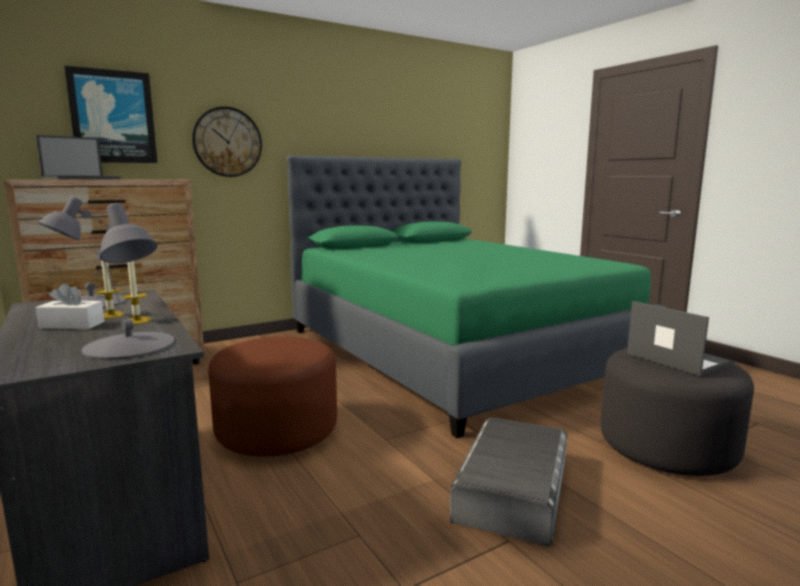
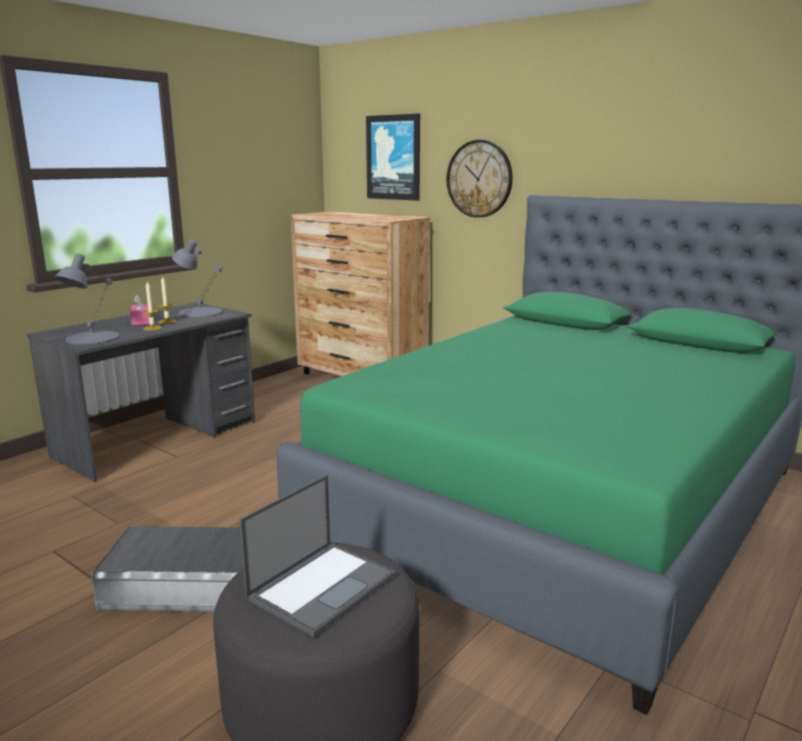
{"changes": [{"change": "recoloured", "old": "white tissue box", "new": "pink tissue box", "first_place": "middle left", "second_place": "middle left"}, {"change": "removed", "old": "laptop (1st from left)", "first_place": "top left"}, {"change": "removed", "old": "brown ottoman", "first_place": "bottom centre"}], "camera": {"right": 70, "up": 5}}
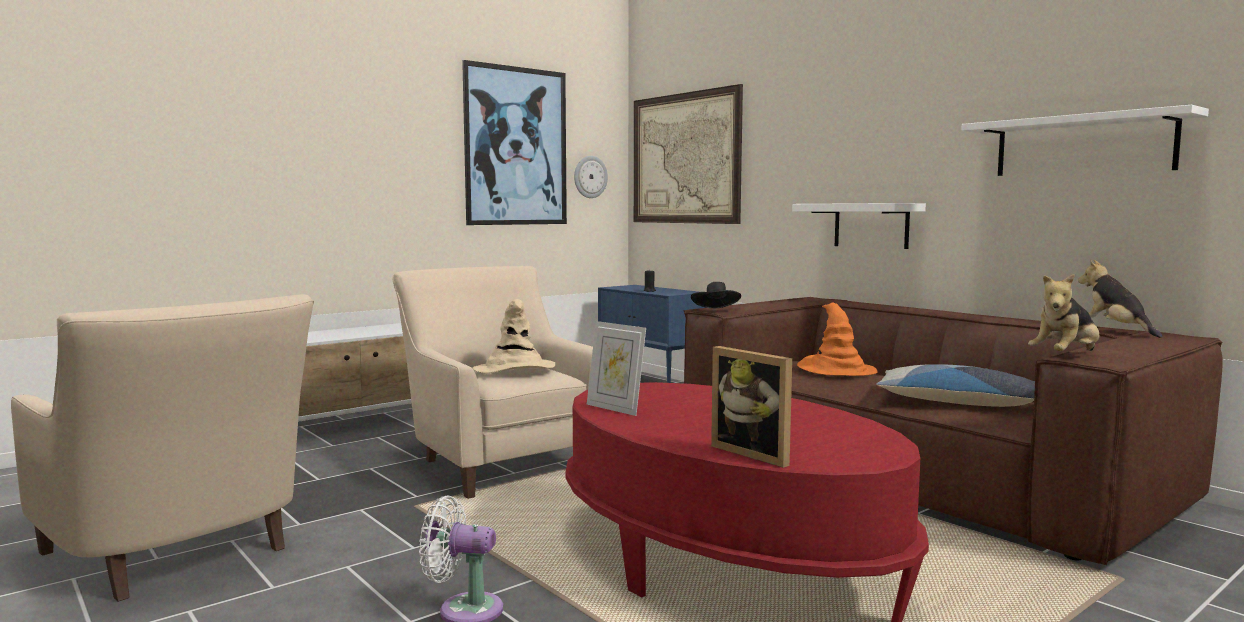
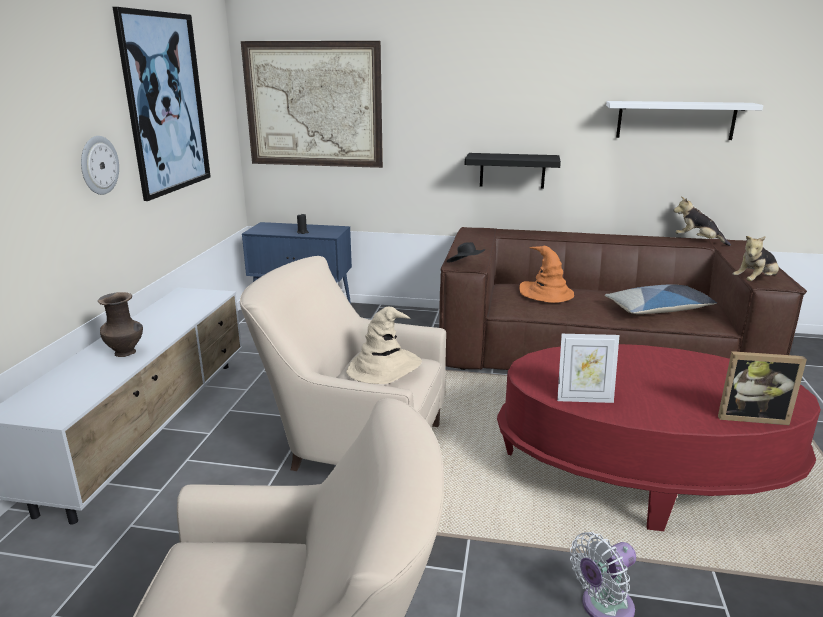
{"changes": [{"change": "moved", "old": "wall clock", "first_place": "top centre", "second_place": "top left"}, {"change": "added", "new": "brown vase", "second_place": "middle left"}, {"change": "recoloured", "old": "white shelf (1st from left)", "new": "black shelf", "first_place": "middle right", "second_place": "top centre"}, {"change": "turned", "old": "plush toy (1st from left in the first image)", "first_place": "middle right", "second_place": "middle right", "degrees": 45}], "camera": {"right": -40, "up": 15}}
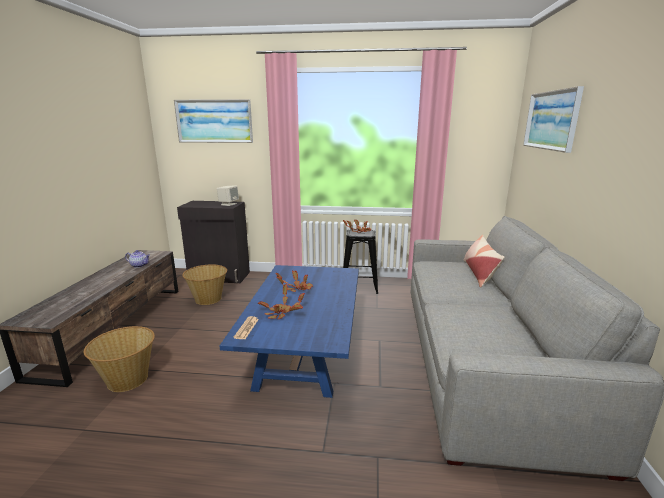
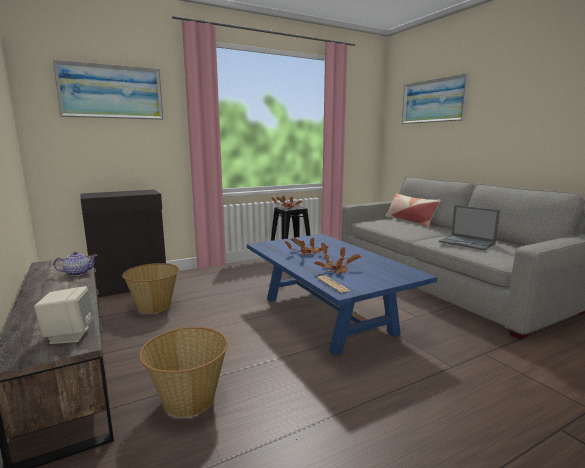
{"changes": [{"change": "moved", "old": "beige speaker", "first_place": "centre", "second_place": "bottom left"}, {"change": "added", "new": "laptop", "second_place": "middle right"}], "camera": {"right": -35, "up": -5}}
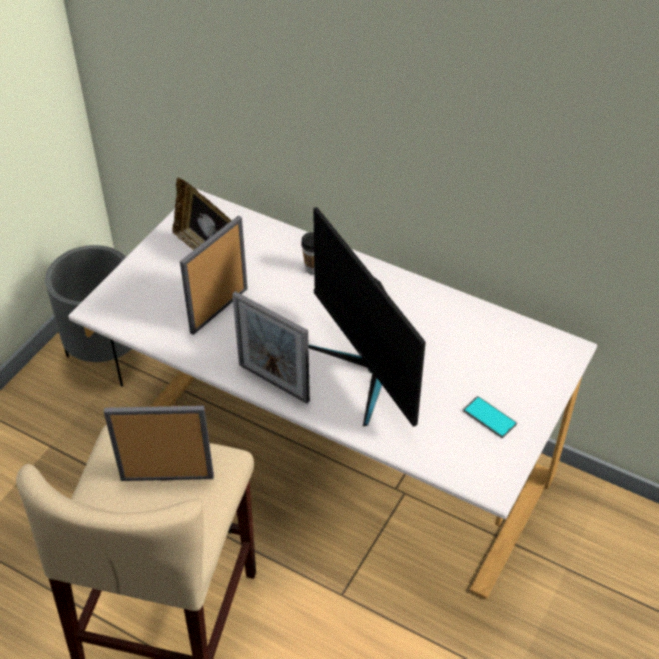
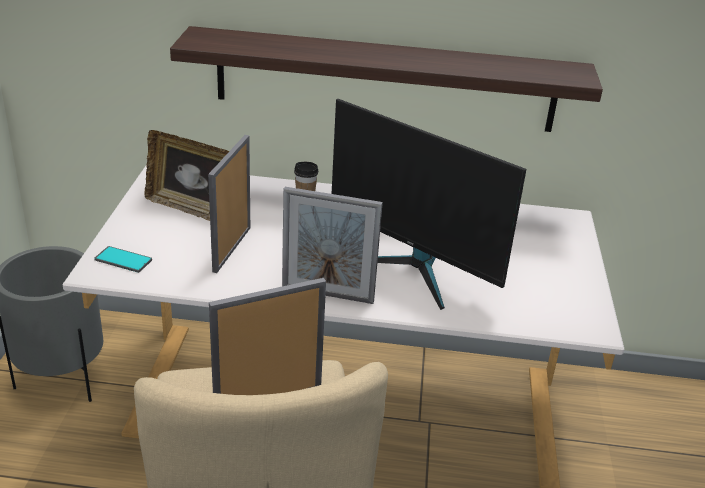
{"changes": [{"change": "moved", "old": "phone", "first_place": "middle right", "second_place": "middle left"}, {"change": "added", "new": "shelf", "second_place": "top centre"}], "camera": {"right": -25, "up": -15}}
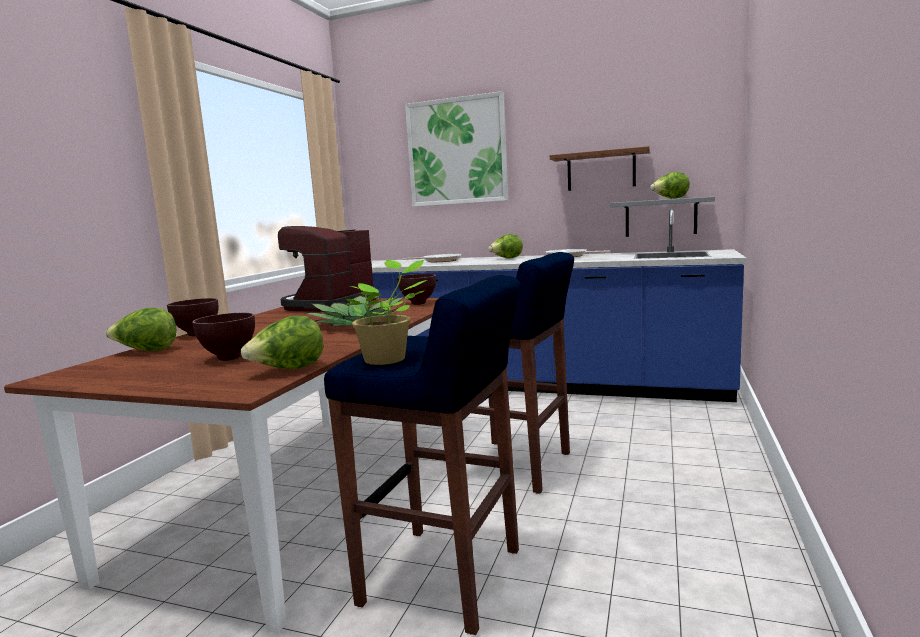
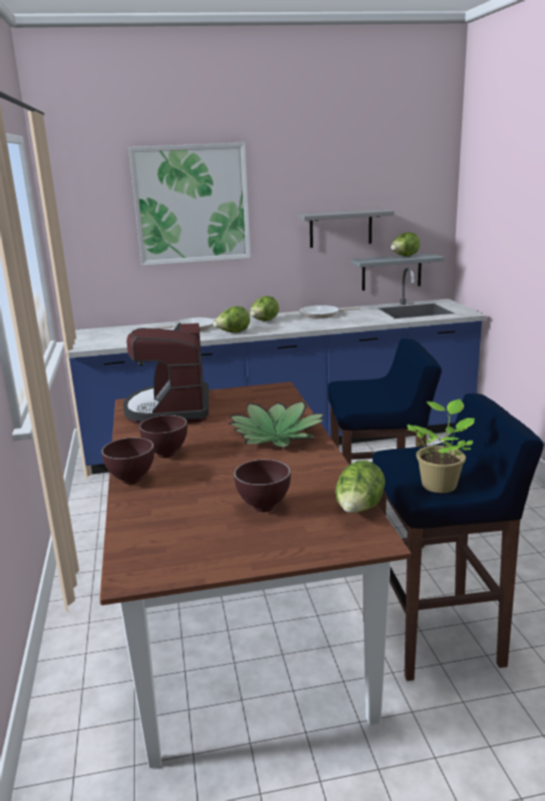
{"changes": [{"change": "moved", "old": "brown bowl (3rd from left in the first image)", "new": "brown bowl (2nd from left)", "first_place": "centre", "second_place": "middle left"}, {"change": "moved", "old": "lettuce (1st from left)", "first_place": "middle left", "second_place": "centre"}, {"change": "recoloured", "old": "brown shelf", "new": "grey shelf (1st from left)", "first_place": "top centre", "second_place": "top centre"}], "camera": {"right": -30, "up": 10}}
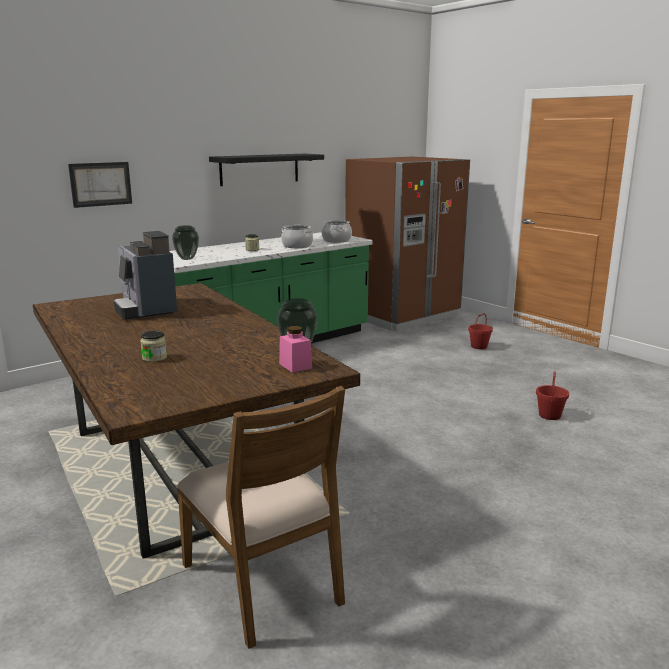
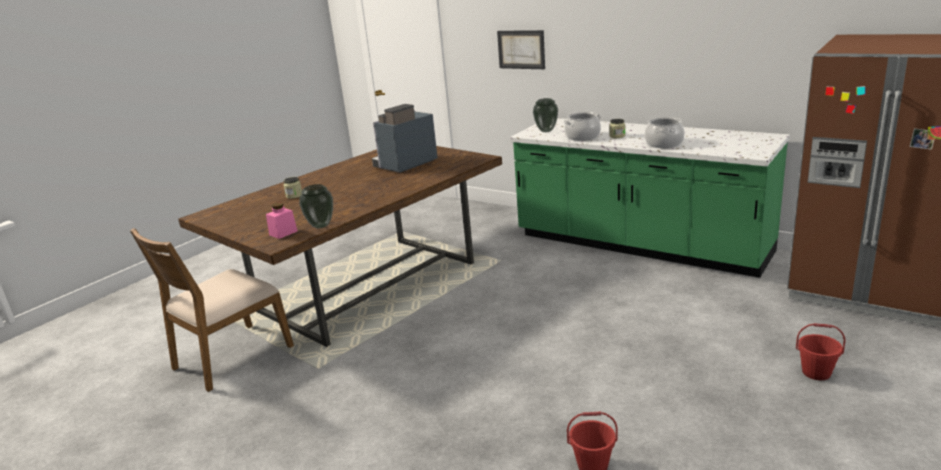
{"changes": [{"change": "moved", "old": "cooking pot (2nd from left in the first image)", "new": "cooking pot (1st from left)", "first_place": "centre", "second_place": "top centre"}, {"change": "removed", "old": "black shelf", "first_place": "top centre"}], "camera": {"right": 75, "up": 5}}
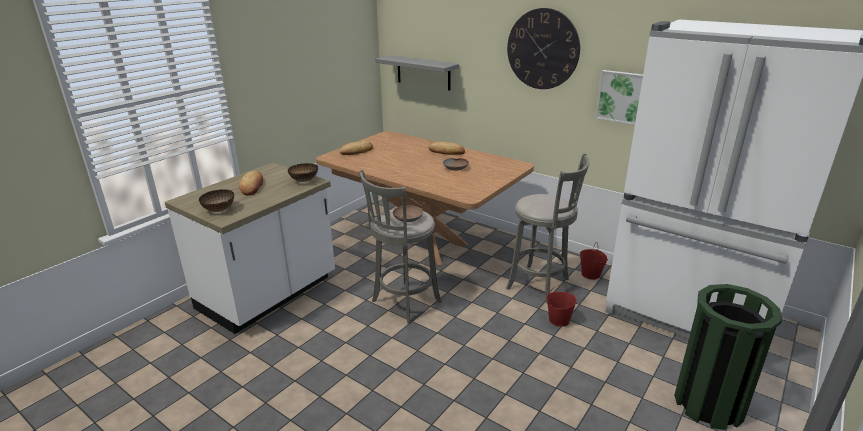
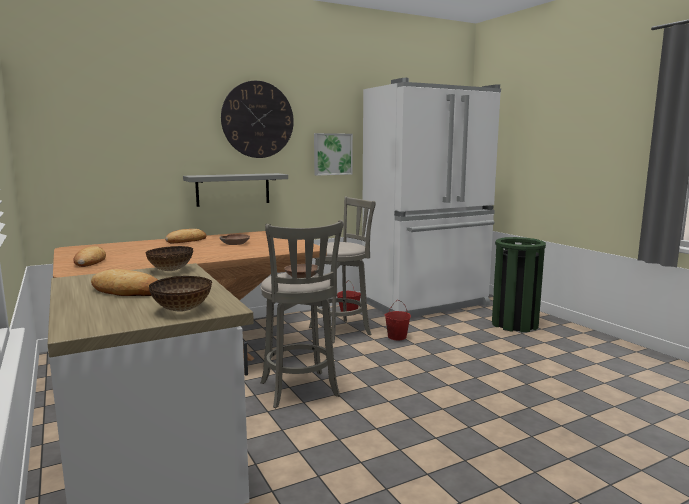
{"changes": [{"change": "moved", "old": "grey shelf", "first_place": "top centre", "second_place": "centre"}], "camera": {"right": -65, "up": -15}}
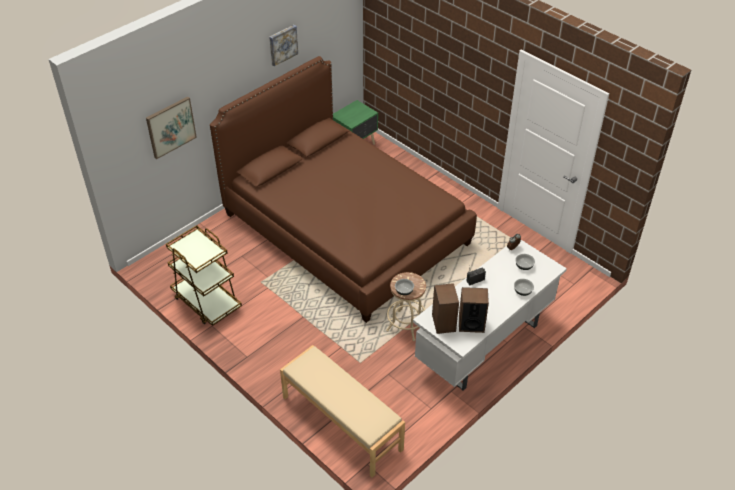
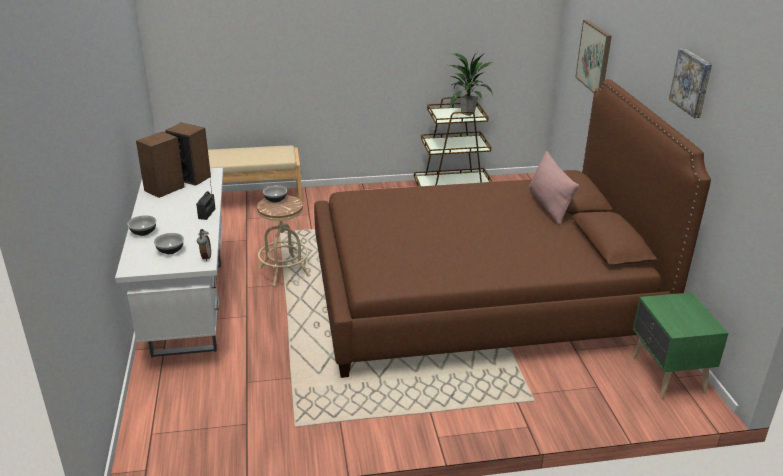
{"changes": [{"change": "added", "new": "potted plant", "second_place": "top centre"}, {"change": "added", "new": "pink pillow", "second_place": "middle right"}], "camera": {"right": 125, "up": -15}}
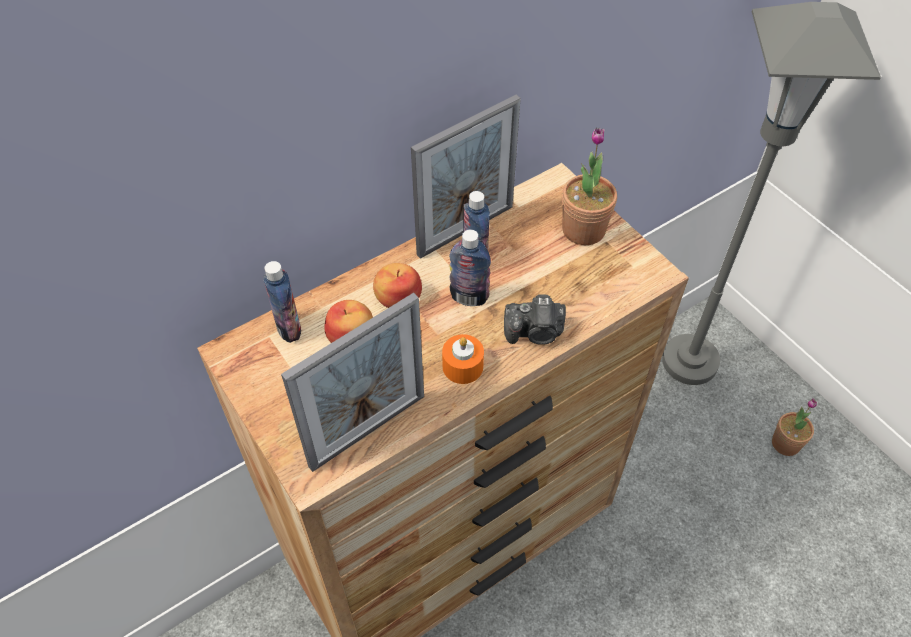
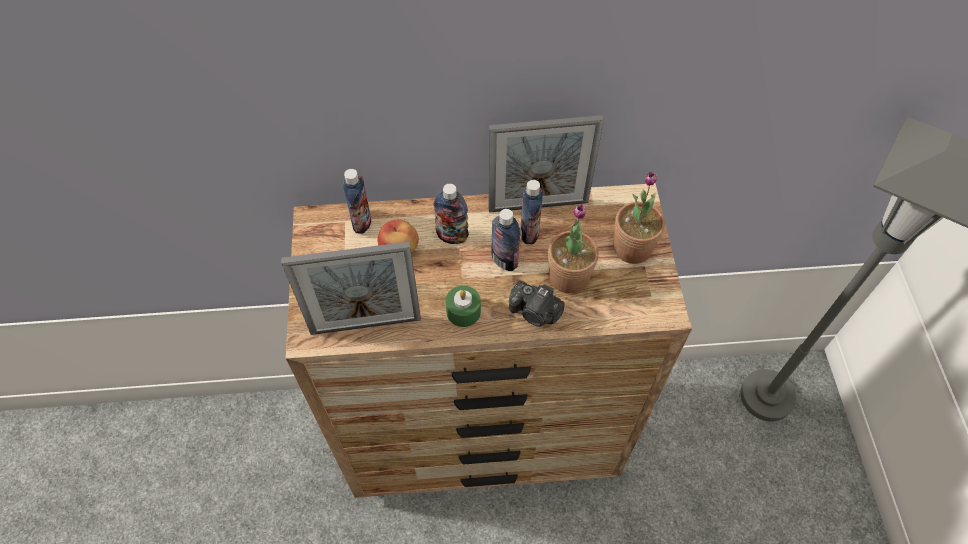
{"changes": [{"change": "replaced", "old": "apple (2nd from left)", "new": "bottle (2nd from left)", "first_place": "centre", "second_place": "centre"}, {"change": "recoloured", "old": "orange candle", "new": "green candle", "first_place": "centre", "second_place": "centre"}, {"change": "moved", "old": "potted plant (2nd from left in the first image)", "new": "potted plant (1st from left)", "first_place": "bottom right", "second_place": "centre"}], "camera": {"right": 30, "up": 5}}
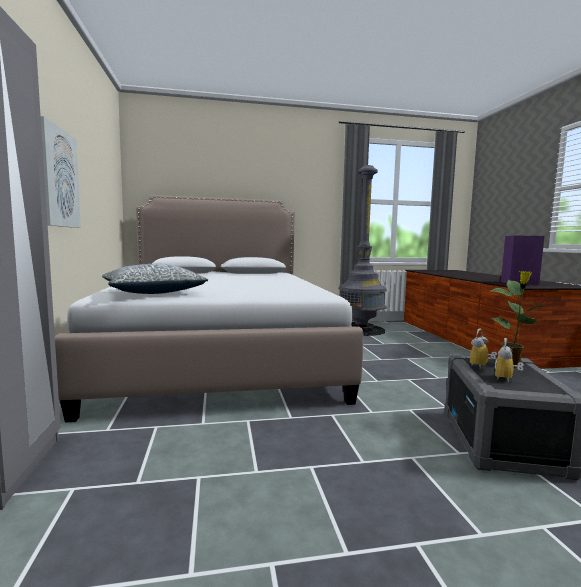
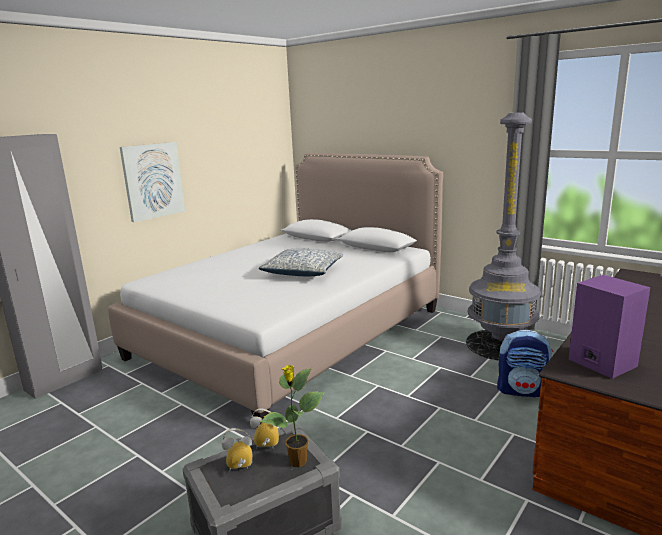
{"changes": [{"change": "moved", "old": "pillow", "first_place": "middle left", "second_place": "centre"}, {"change": "added", "new": "backpack", "second_place": "bottom right"}], "camera": {"right": 50, "up": 10}}
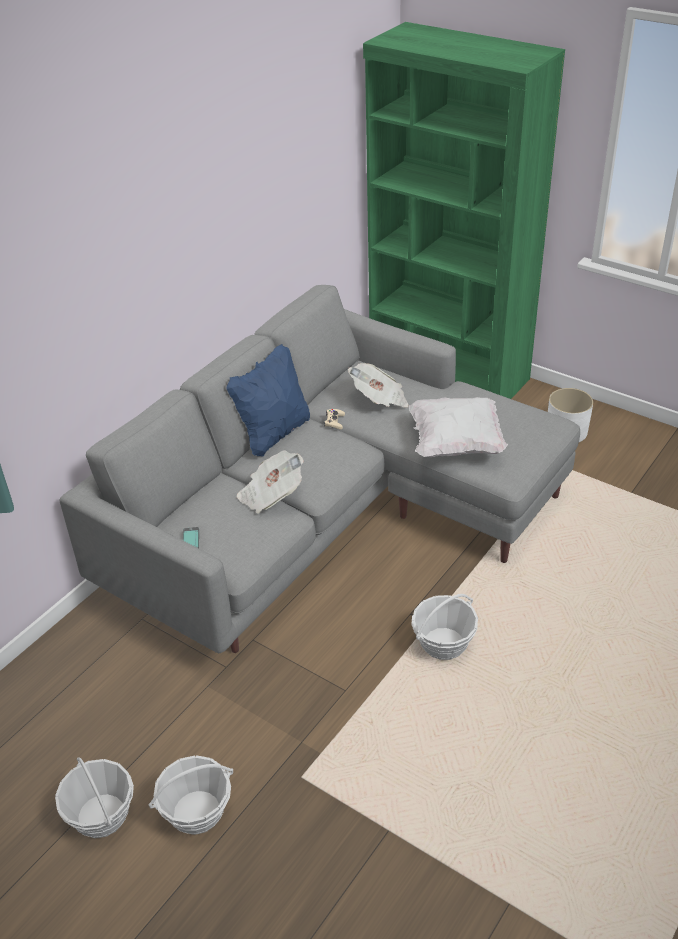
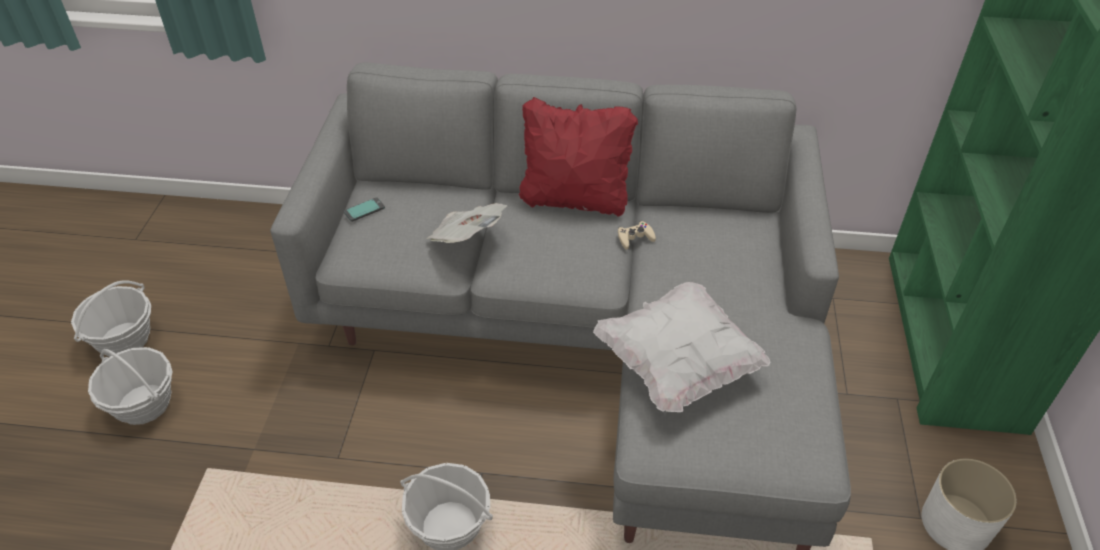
{"changes": [{"change": "recoloured", "old": "blue pillow", "new": "red pillow", "first_place": "centre", "second_place": "top centre"}, {"change": "removed", "old": "newspaper (2nd from left)", "first_place": "centre"}], "camera": {"right": 60, "up": 5}}
